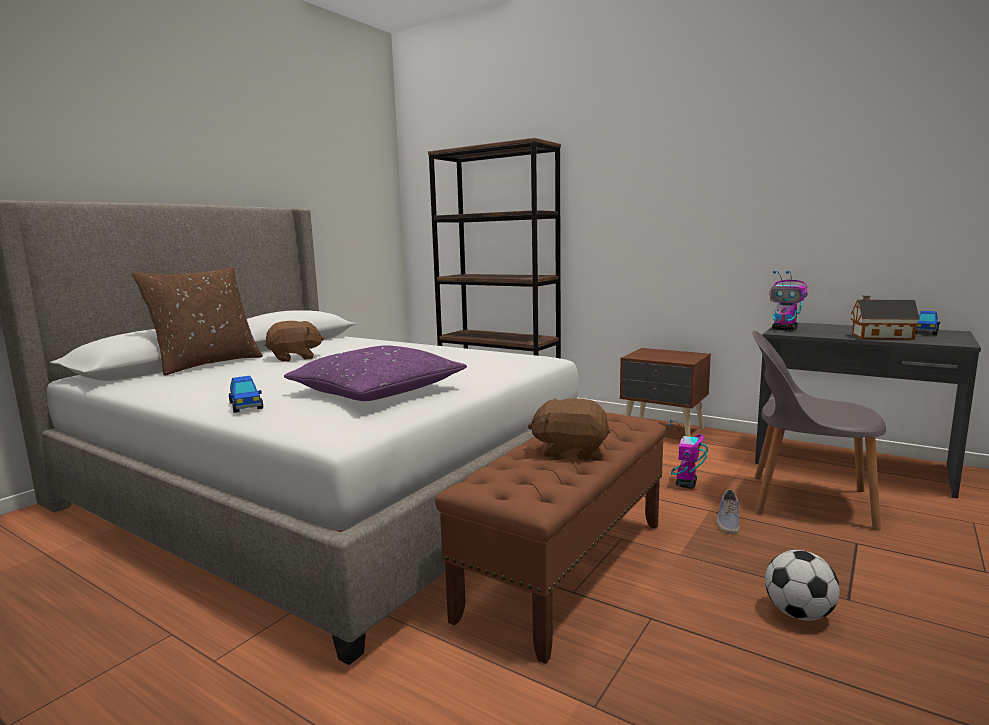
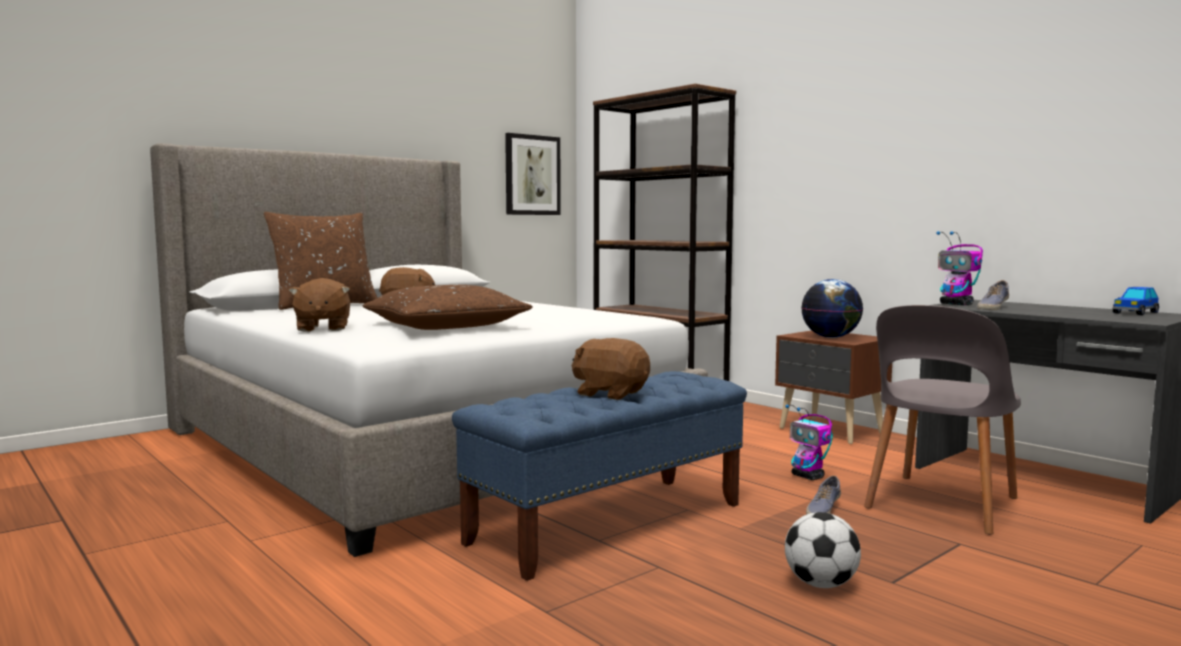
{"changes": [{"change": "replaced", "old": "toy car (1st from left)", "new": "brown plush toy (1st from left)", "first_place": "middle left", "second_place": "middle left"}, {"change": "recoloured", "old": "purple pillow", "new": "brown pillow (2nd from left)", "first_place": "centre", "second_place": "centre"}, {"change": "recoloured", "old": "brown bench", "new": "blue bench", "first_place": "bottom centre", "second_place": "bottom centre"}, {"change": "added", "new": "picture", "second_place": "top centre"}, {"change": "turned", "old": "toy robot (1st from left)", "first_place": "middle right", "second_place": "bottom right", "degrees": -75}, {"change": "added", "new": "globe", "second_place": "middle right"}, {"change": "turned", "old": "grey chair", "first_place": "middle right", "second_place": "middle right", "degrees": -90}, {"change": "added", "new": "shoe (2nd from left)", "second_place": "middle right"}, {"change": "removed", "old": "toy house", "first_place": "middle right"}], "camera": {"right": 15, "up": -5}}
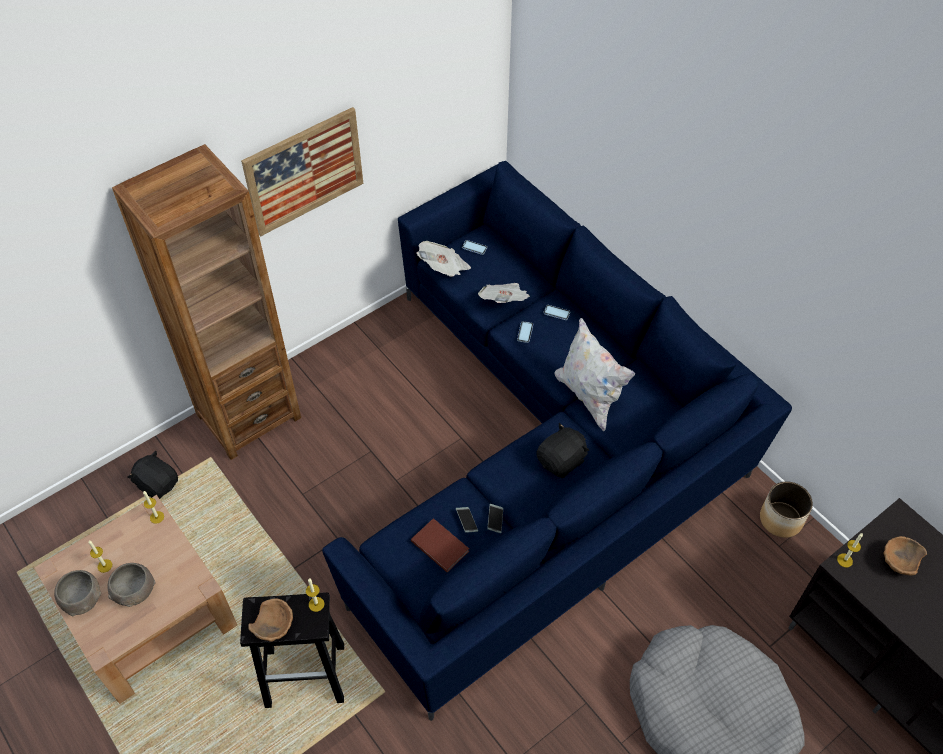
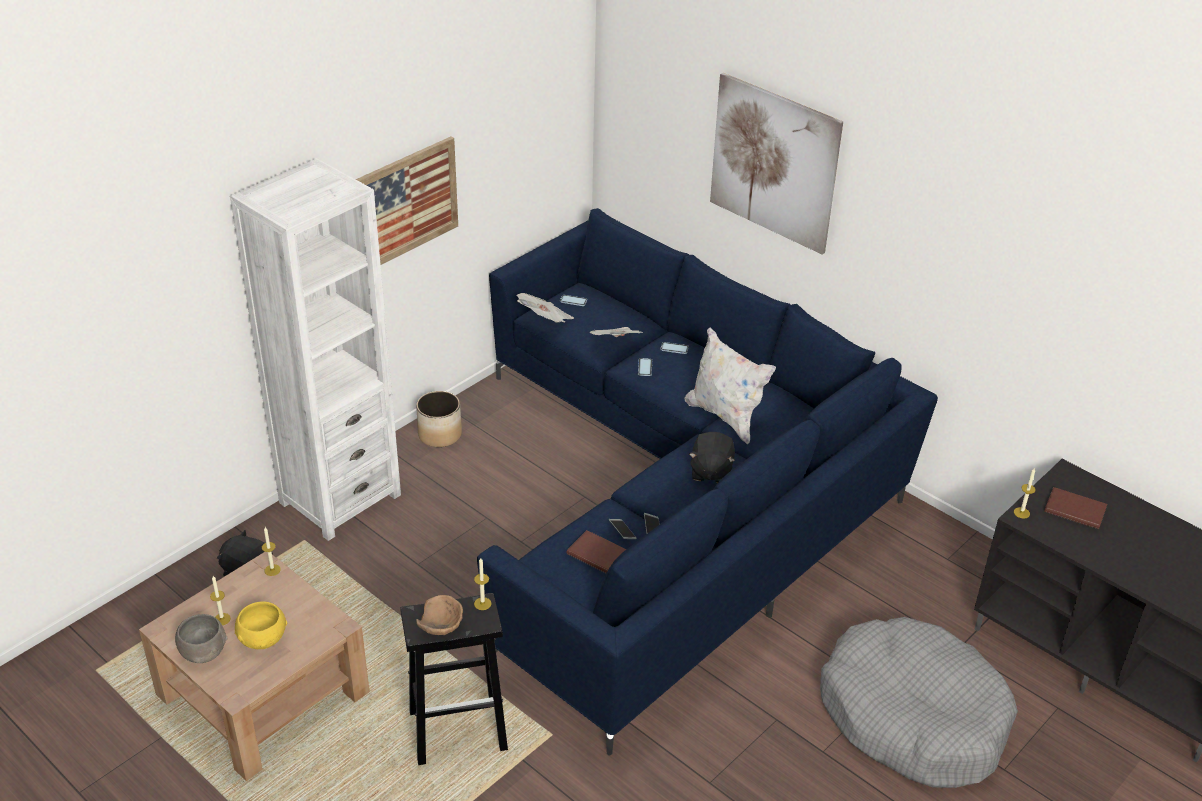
{"changes": [{"change": "recoloured", "old": "brown bookcase", "new": "white bookcase", "first_place": "middle left", "second_place": "middle left"}, {"change": "recoloured", "old": "grey bowl (2nd from left)", "new": "yellow bowl", "first_place": "bottom left", "second_place": "bottom left"}, {"change": "moved", "old": "planter", "first_place": "bottom right", "second_place": "centre"}, {"change": "turned", "old": "black plush toy (2nd from left)", "first_place": "centre", "second_place": "centre", "degrees": 150}, {"change": "added", "new": "picture (2nd from left)", "second_place": "top centre"}, {"change": "replaced", "old": "brown bowl (2nd from left)", "new": "brown book (2nd from left)", "first_place": "bottom right", "second_place": "middle right"}], "camera": {"right": -10, "up": -15}}
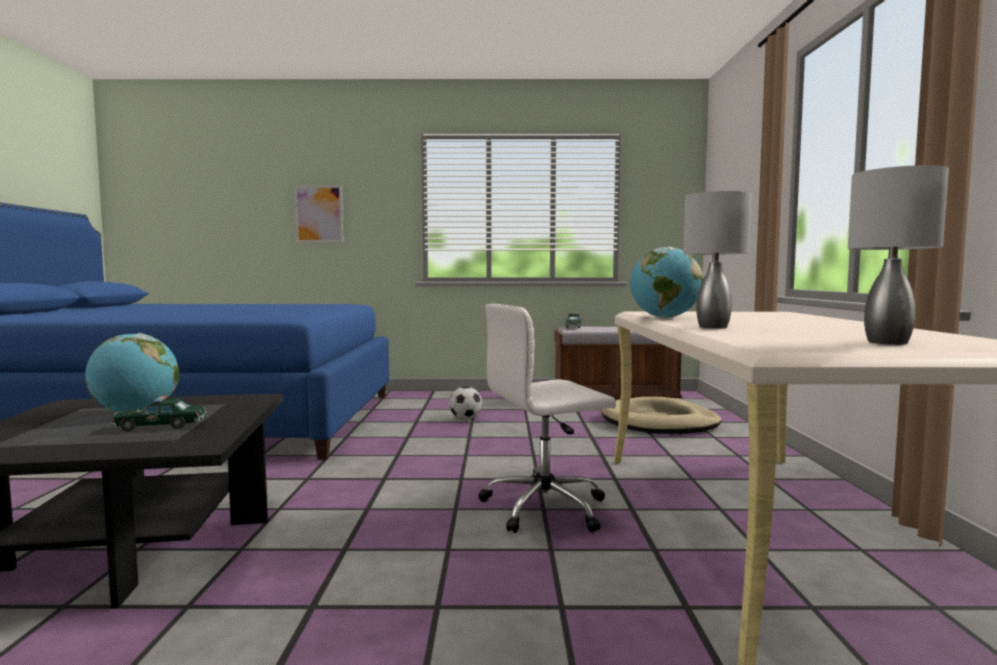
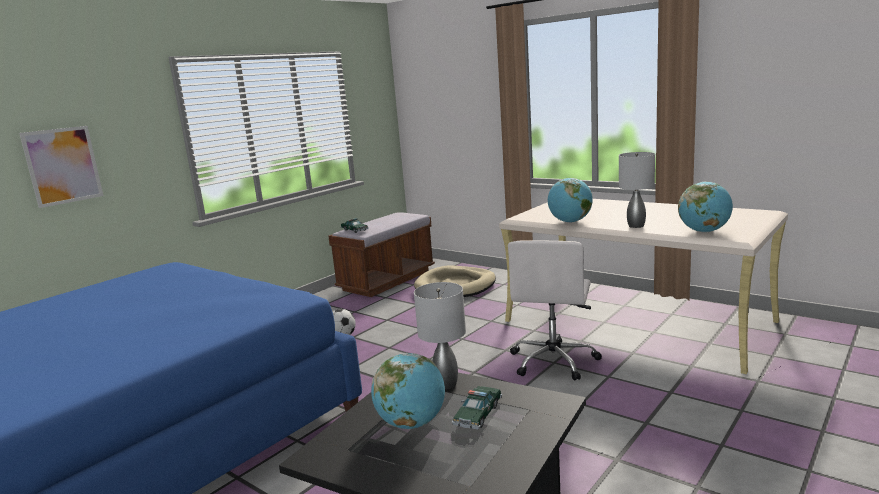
{"changes": [{"change": "moved", "old": "grey table lamp (2nd from left in the first image)", "new": "grey table lamp (1st from left)", "first_place": "middle right", "second_place": "bottom centre"}, {"change": "added", "new": "globe (3rd from left)", "second_place": "middle right"}], "camera": {"right": -50, "up": 10}}
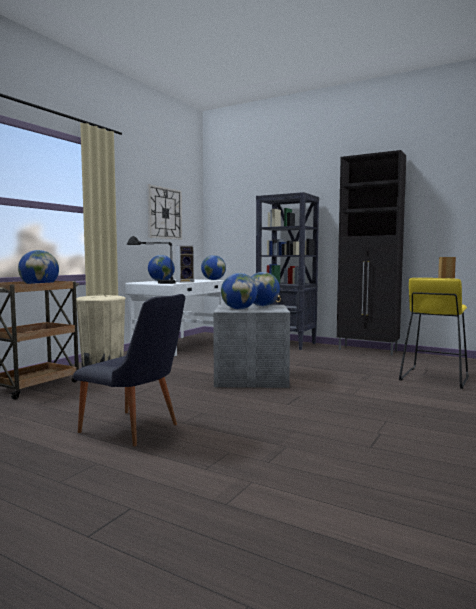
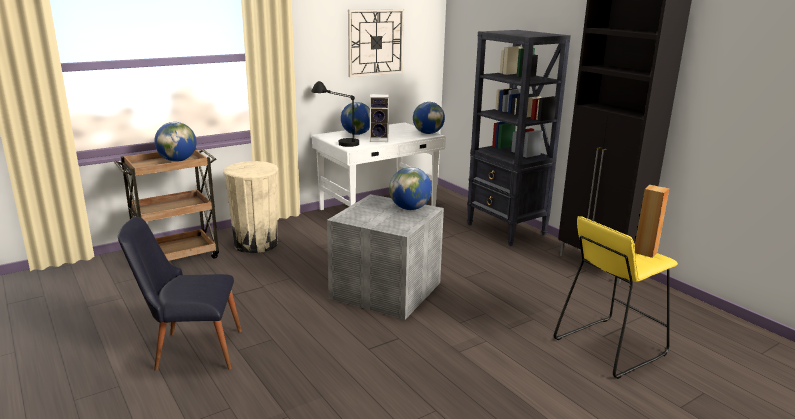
{"changes": [{"change": "turned", "old": "black chair", "first_place": "middle left", "second_place": "bottom left", "degrees": 120}, {"change": "removed", "old": "globe (4th from left)", "first_place": "centre"}], "camera": {"right": 25, "up": 15}}
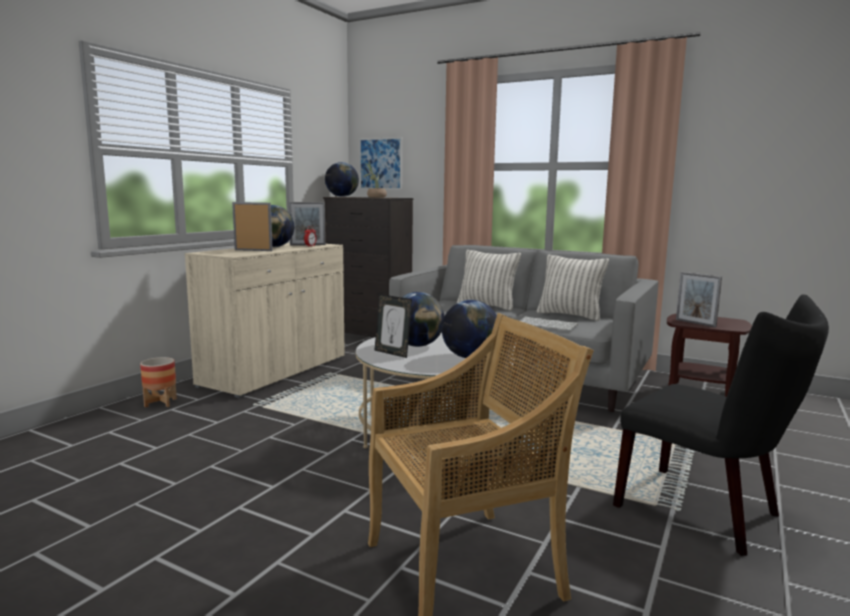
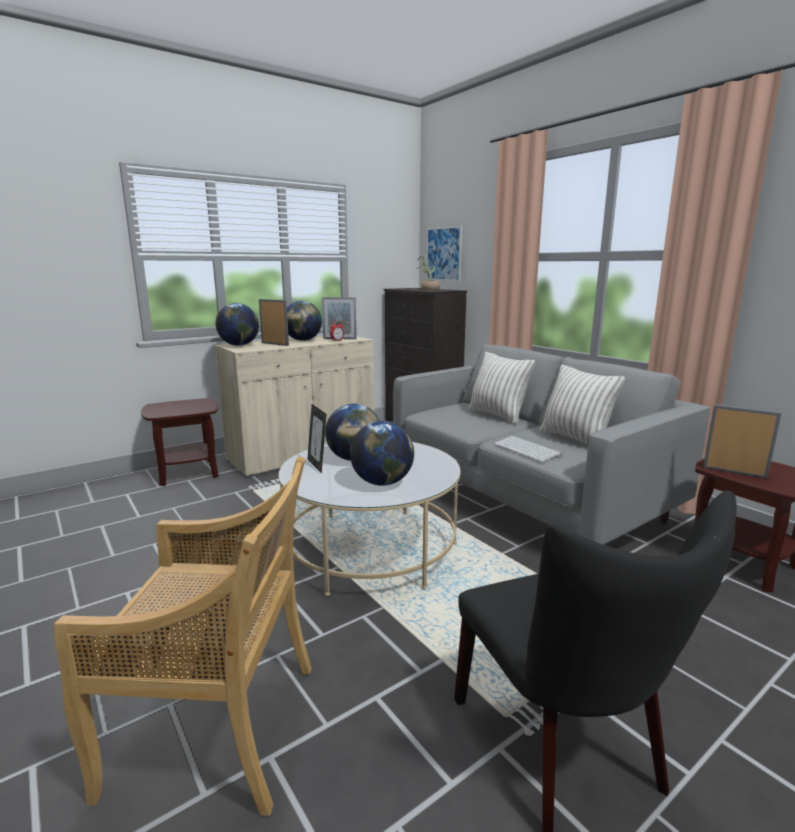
{"changes": [{"change": "replaced", "old": "planter", "new": "brown side table (1st from left)", "first_place": "middle left", "second_place": "middle left"}, {"change": "moved", "old": "globe (2nd from left in the first image)", "new": "globe (1st from left)", "first_place": "top centre", "second_place": "middle left"}, {"change": "turned", "old": "picture frame (4th from left)", "first_place": "middle right", "second_place": "middle right", "degrees": 135}], "camera": {"right": 25, "up": 5}}
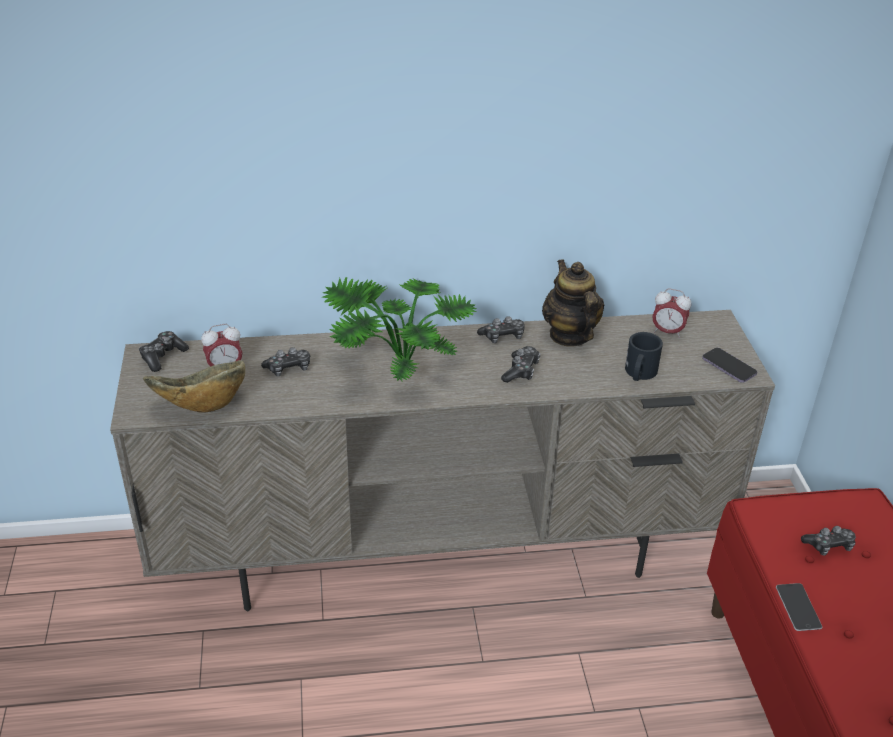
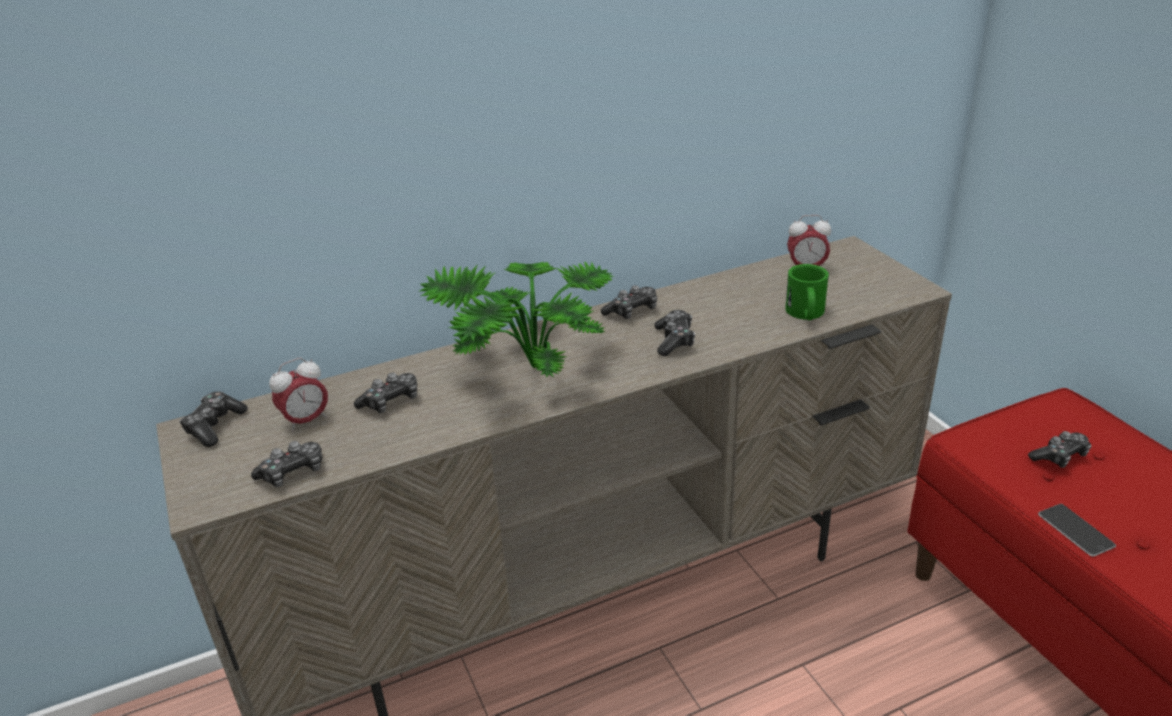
{"changes": [{"change": "replaced", "old": "bowl", "new": "game controller (2nd from left)", "first_place": "middle left", "second_place": "middle left"}, {"change": "recoloured", "old": "black mug", "new": "green mug", "first_place": "middle right", "second_place": "middle right"}, {"change": "removed", "old": "teapot", "first_place": "centre"}, {"change": "removed", "old": "phone (1st from left)", "first_place": "middle right"}], "camera": {"right": -15, "up": -5}}
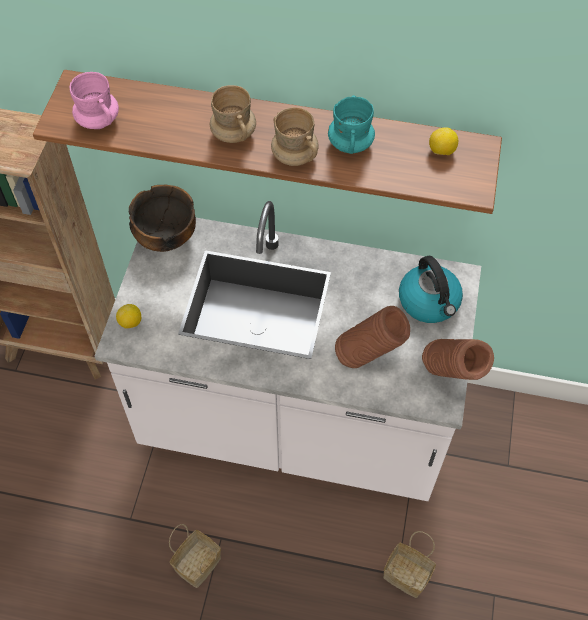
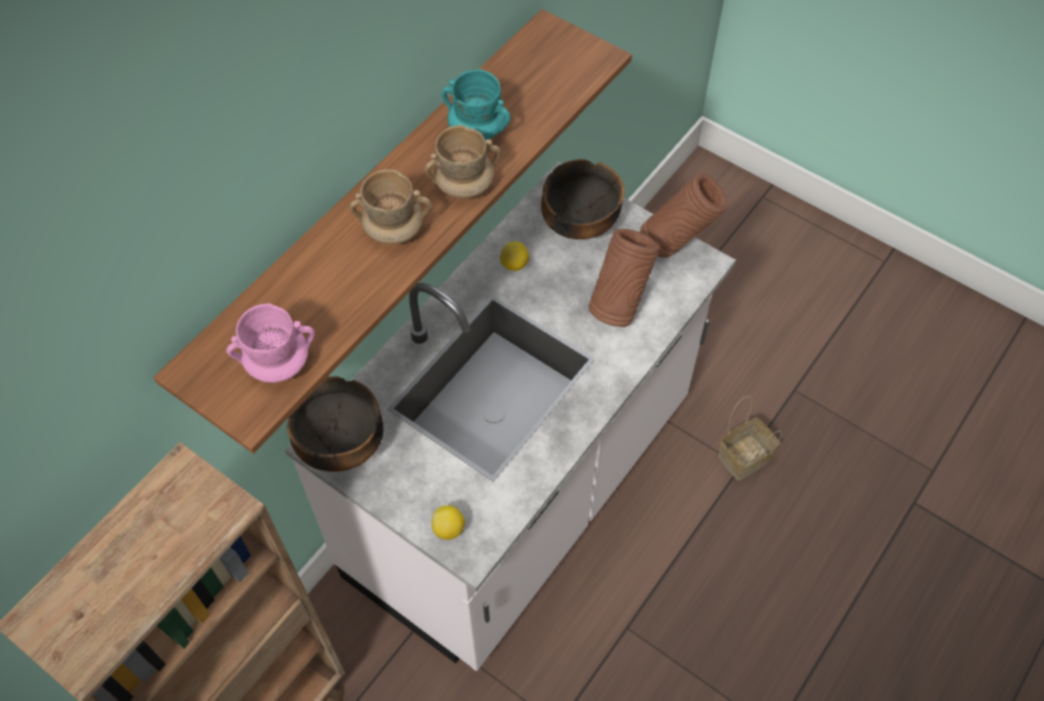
{"changes": [{"change": "moved", "old": "lemon (2nd from left)", "first_place": "top right", "second_place": "centre"}, {"change": "replaced", "old": "kettle", "new": "bowl (2nd from left)", "first_place": "middle right", "second_place": "top centre"}, {"change": "removed", "old": "basket (1st from left)", "first_place": "bottom left"}], "camera": {"right": -65, "up": 0}}
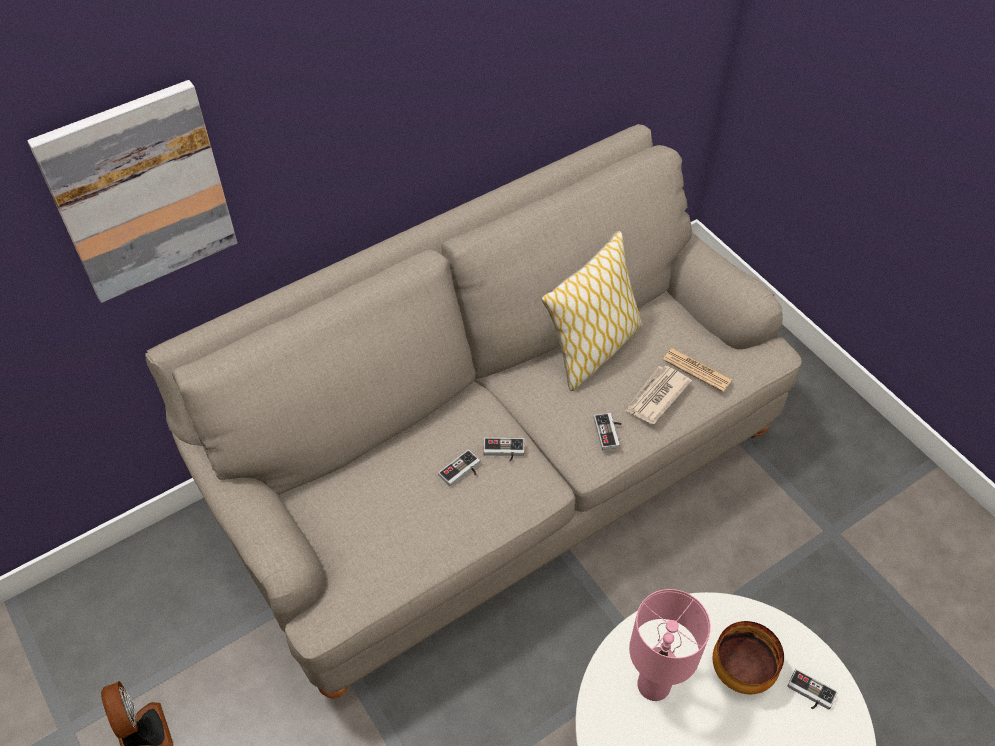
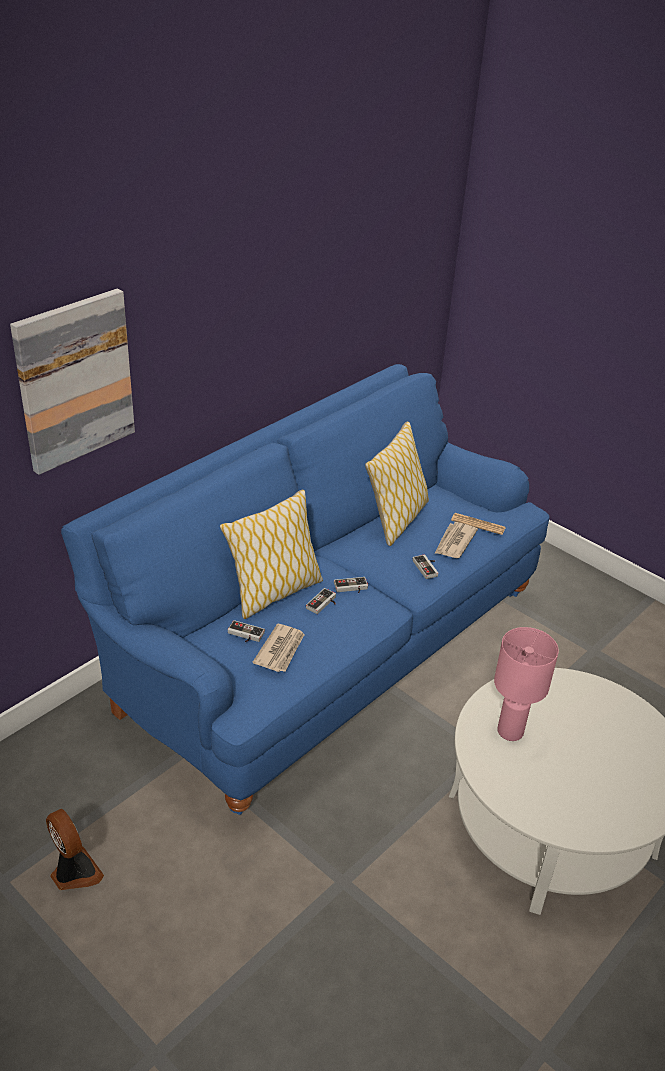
{"changes": [{"change": "recoloured", "old": "beige sofa", "new": "blue sofa", "first_place": "centre", "second_place": "centre"}, {"change": "added", "new": "pillow (1st from left)", "second_place": "centre"}, {"change": "moved", "old": "game controller (4th from left in the first image)", "new": "game controller (1st from left)", "first_place": "bottom right", "second_place": "centre"}, {"change": "added", "new": "newspaper (1st from left)", "second_place": "centre"}, {"change": "removed", "old": "bowl", "first_place": "bottom right"}], "camera": {"right": -15, "up": -15}}
